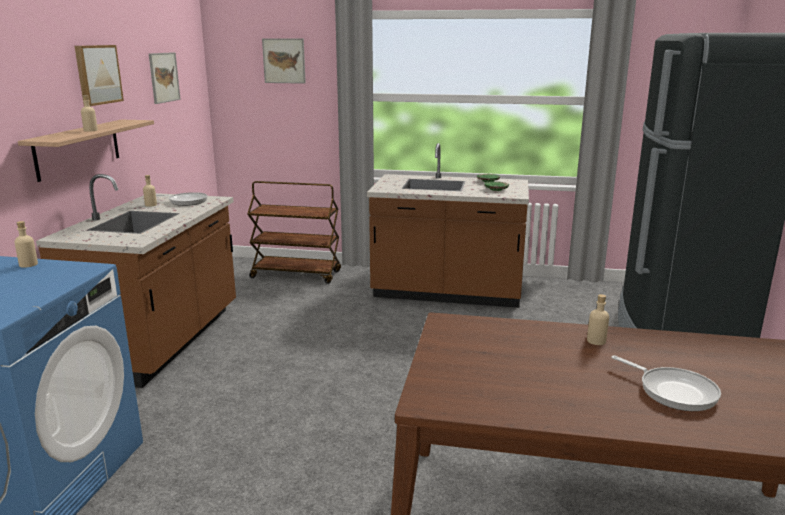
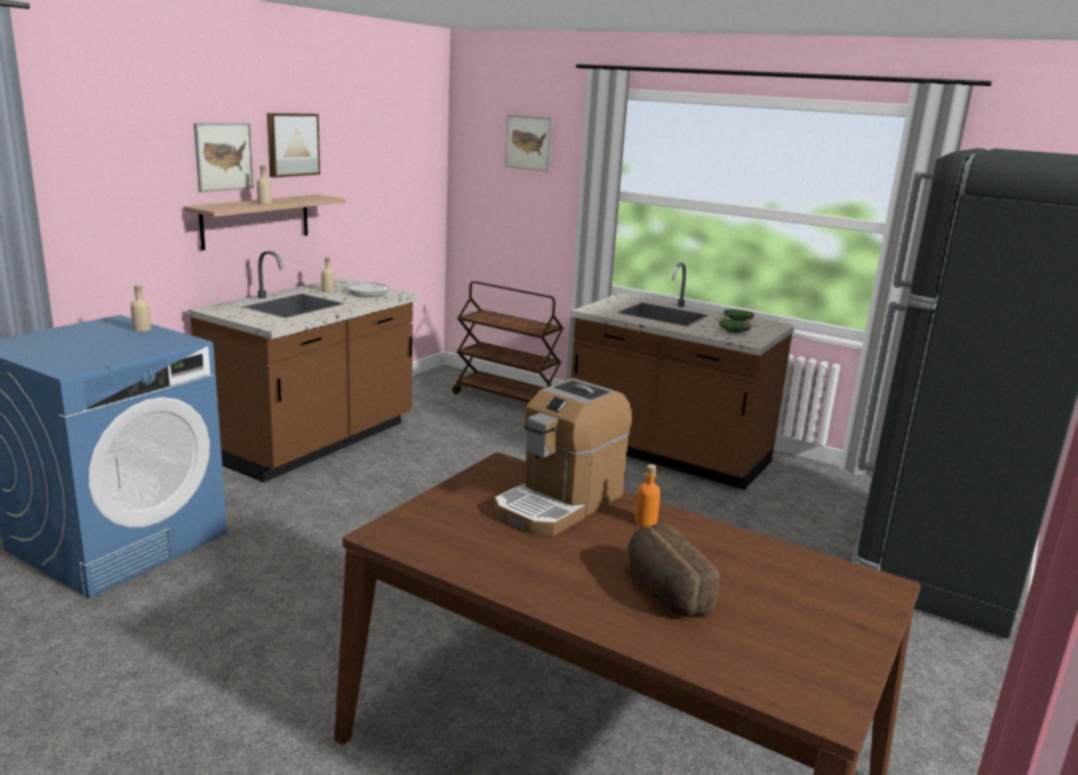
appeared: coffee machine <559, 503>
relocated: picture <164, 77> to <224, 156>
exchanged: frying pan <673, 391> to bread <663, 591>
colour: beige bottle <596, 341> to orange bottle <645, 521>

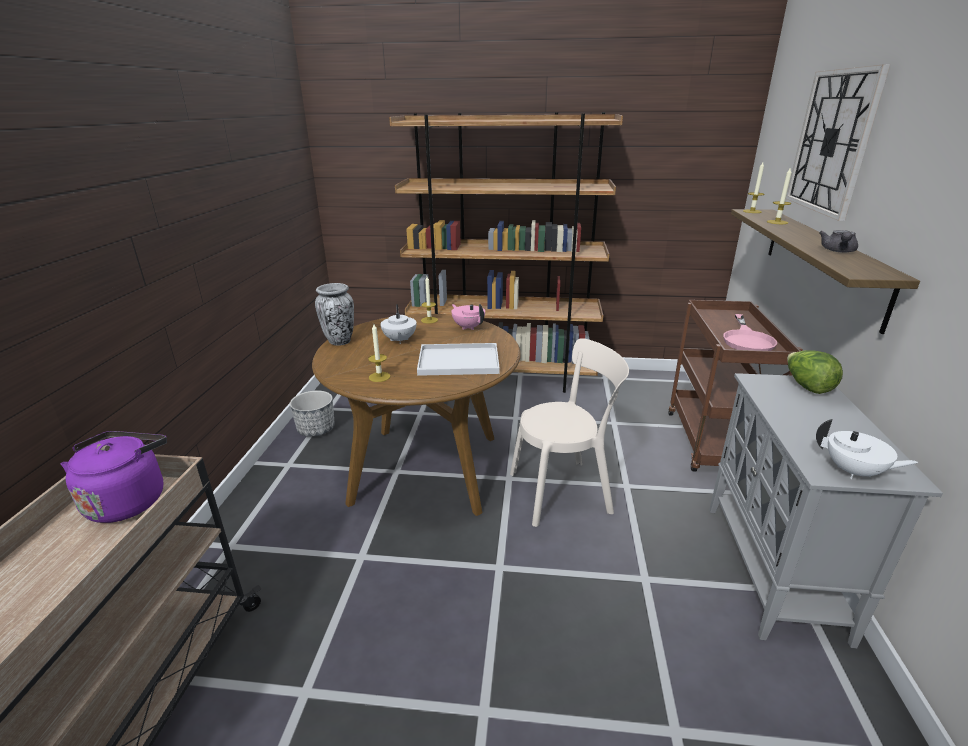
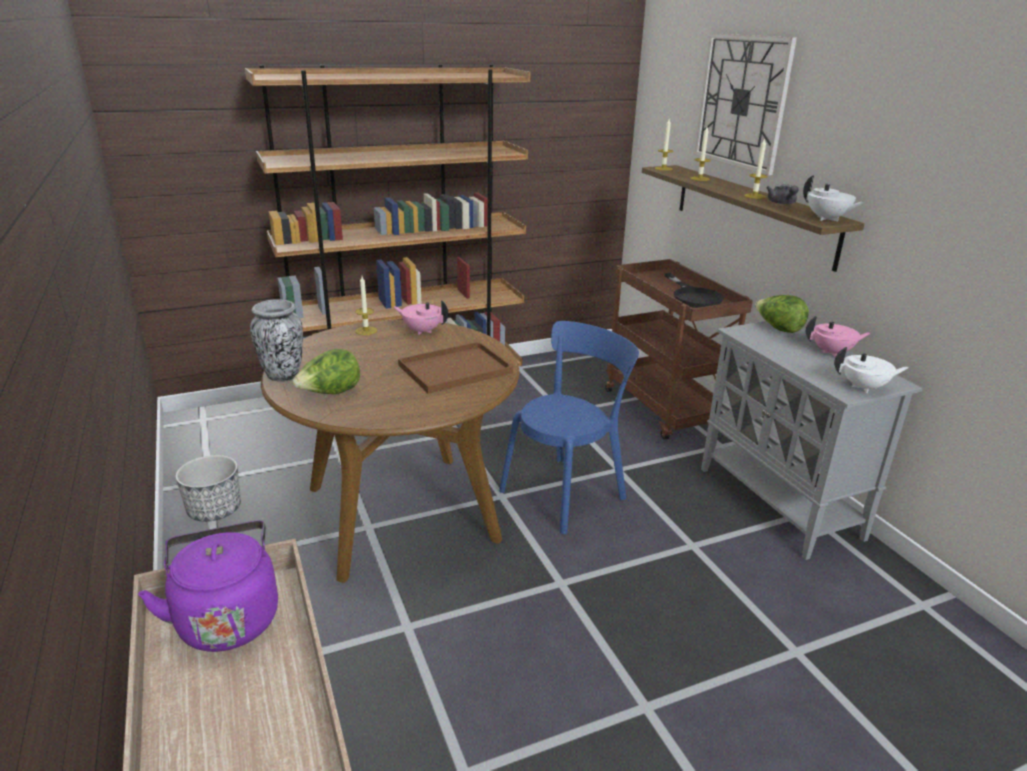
appeared: lettuce <330, 393>; pink teapot <832, 353>
relocated: candle <379, 377> to <754, 196>; white teapot <399, 340> to <827, 219>
colour: white tray <460, 360> to brown tray <456, 368>; beige chair <564, 491> to blue chair <566, 492>; pink frying pan <747, 339> to black frying pan <693, 297>

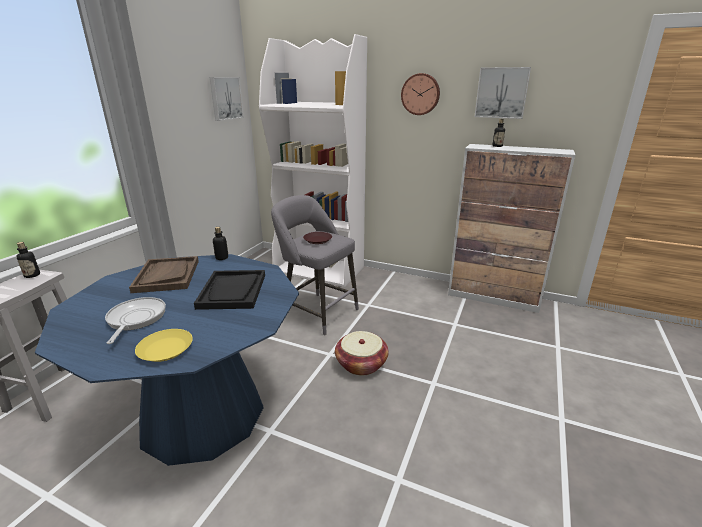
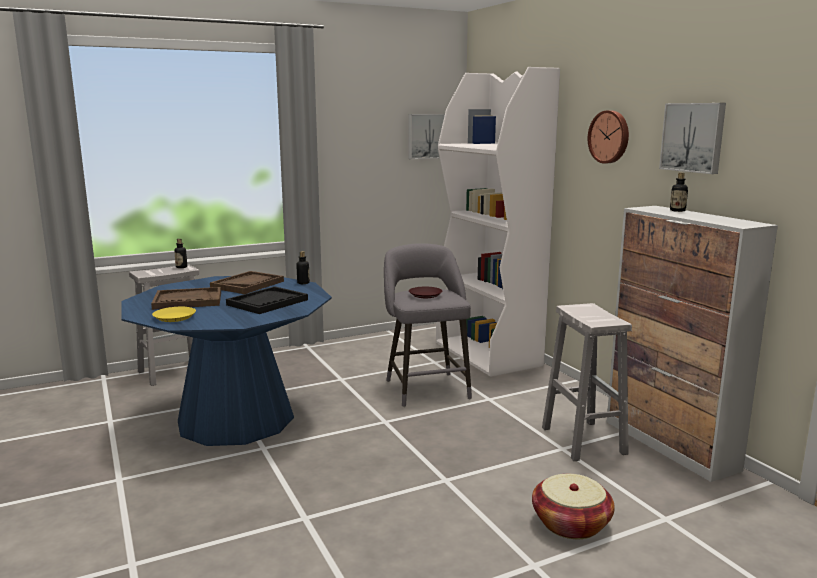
appeared: white stool <582, 440>
relocated: basket <361, 364> to <570, 524>
exchanged: frying pan <135, 319> to brown tray <187, 300>

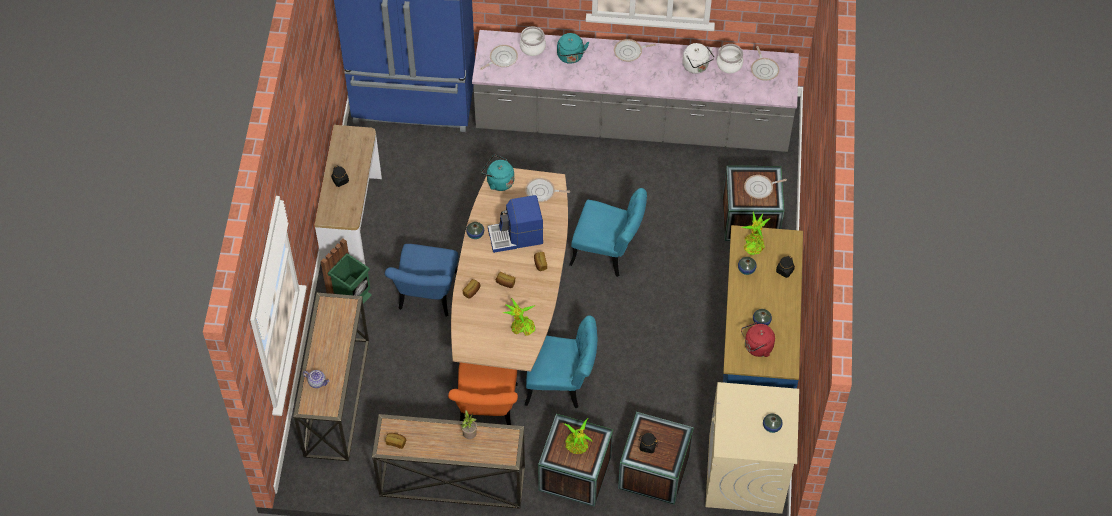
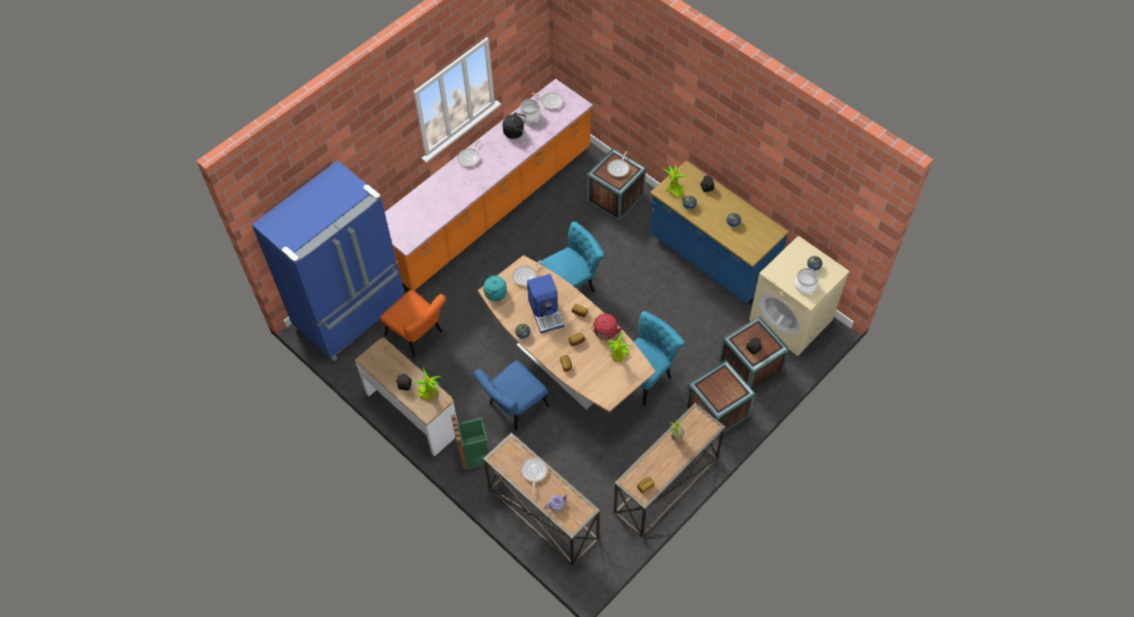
missing: turquoise kettle <571, 57>
relocated: orange chair <487, 413> to <418, 336>; potted plant <577, 446> to <429, 392>; frying pan <502, 58> to <534, 472>; red kettle <756, 347> to <605, 333>; cooking pot <533, 47> to <805, 285>
colour: grey counter <632, 124> to orange counter <490, 209>; white kettle <696, 66> to black kettle <515, 132>
spun: blue chair <427, 298> = <513, 408> 90 degrees clockwise; coffee machine <516, 236> = <546, 312> 45 degrees counterclockwise

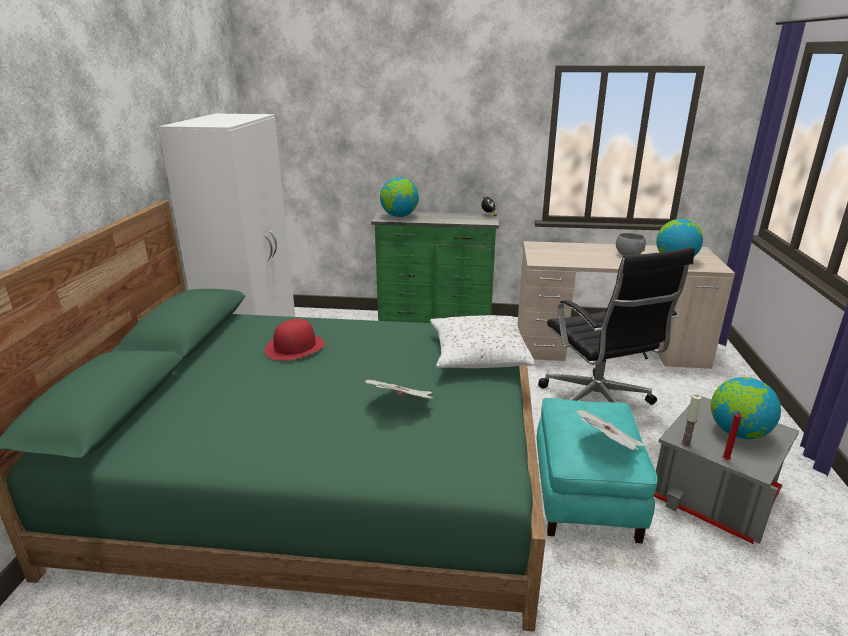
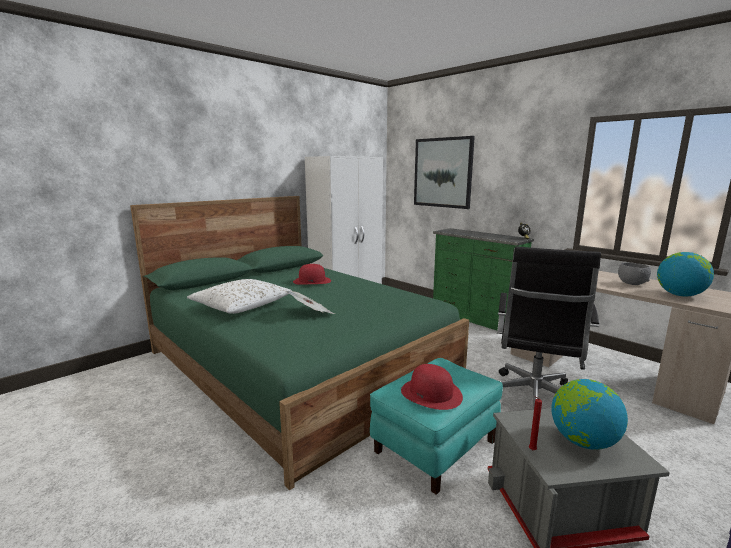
missing: globe <399, 216>; candle <685, 444>
appeared: picture <442, 172>
relocated: white pillow <477, 355> to <241, 306>
exchanged: newspaper <609, 445> to red hat <431, 393>

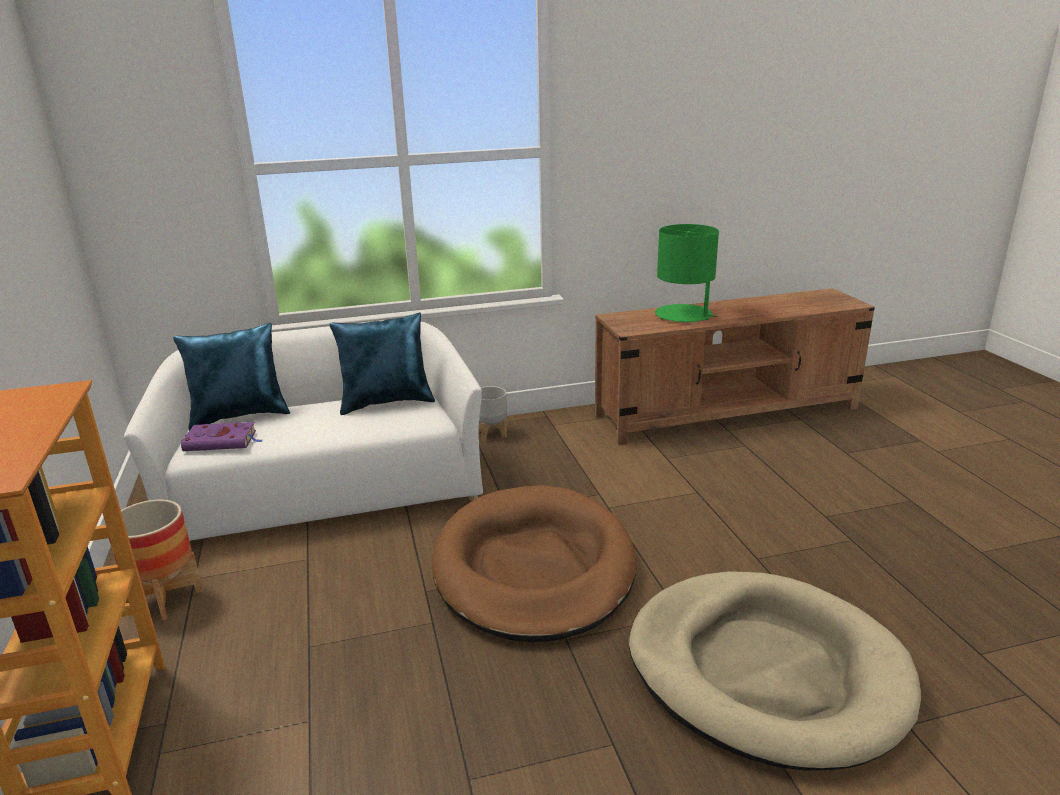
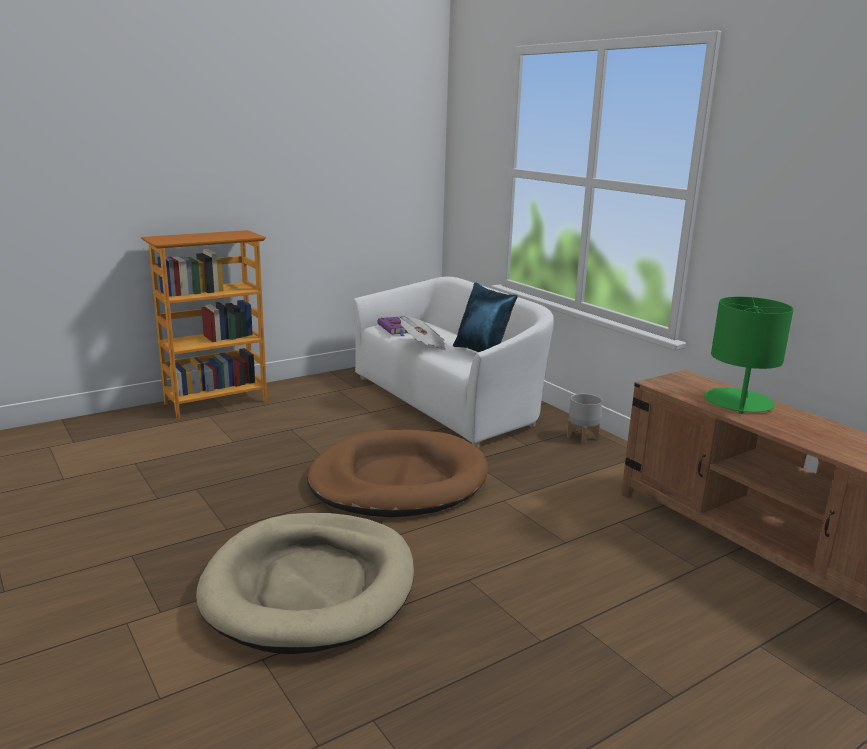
missing: planter <166, 599>; blue pillow <240, 416>
appeared: newspaper <423, 345>

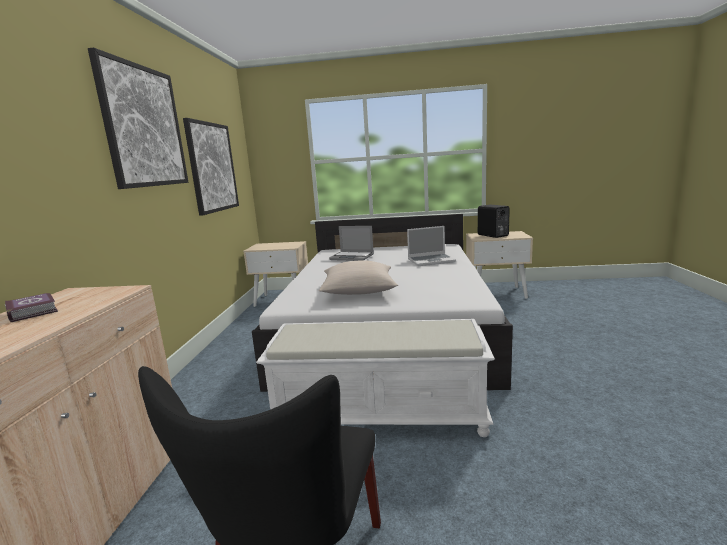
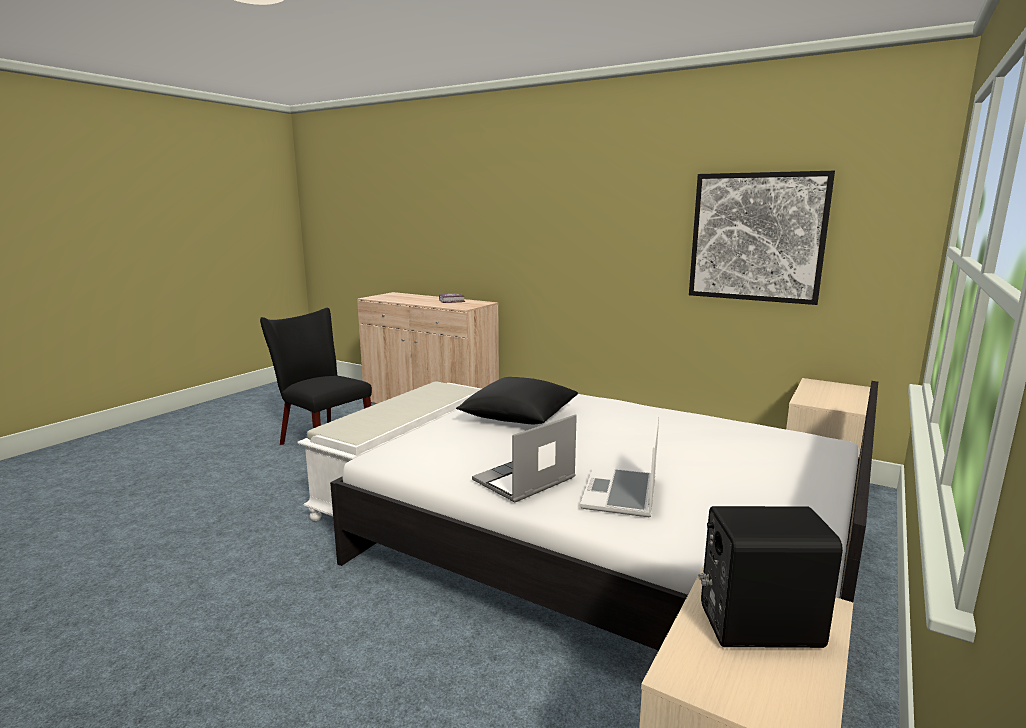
missing: picture <144, 127>
relocated: laptop <352, 257> to <524, 481>
colour: beige pillow <358, 290> to black pillow <519, 417>

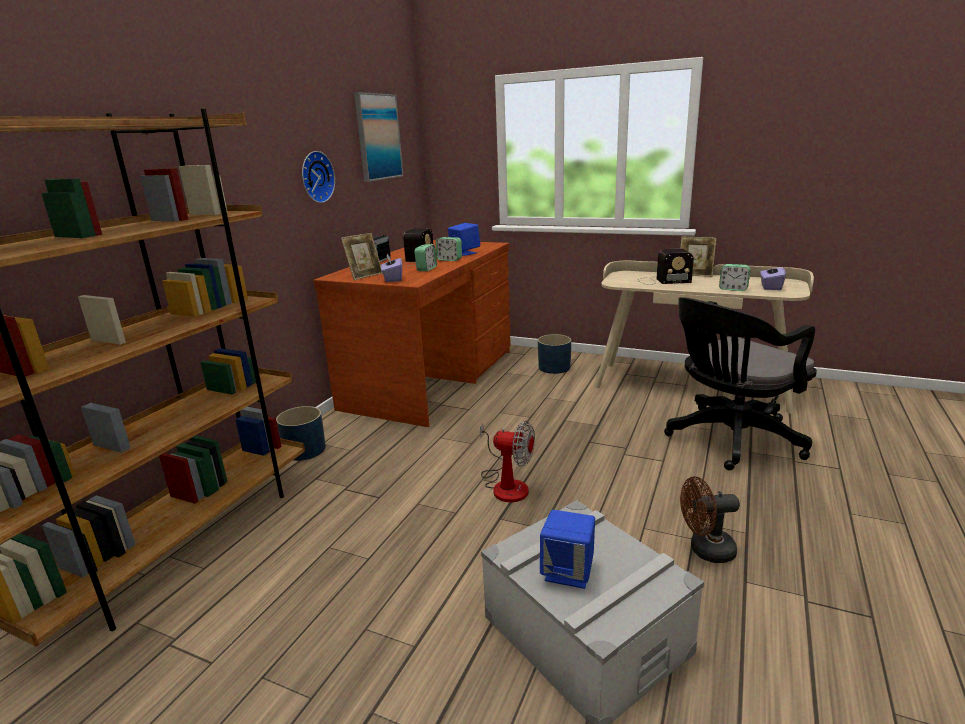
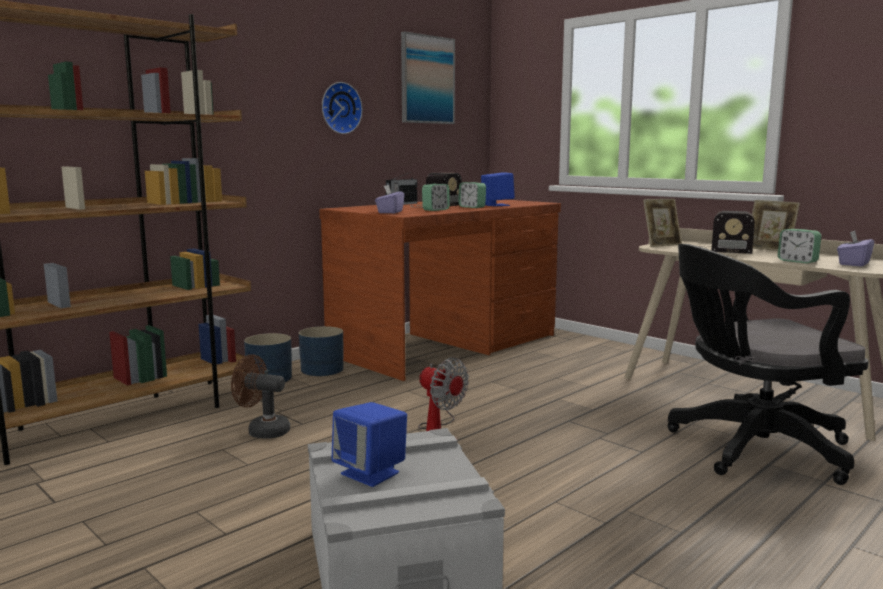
relocated: brown fan <705, 550> to <262, 431>; blue planter <554, 367> to <322, 370>; picture frame <365, 276> to <661, 245>

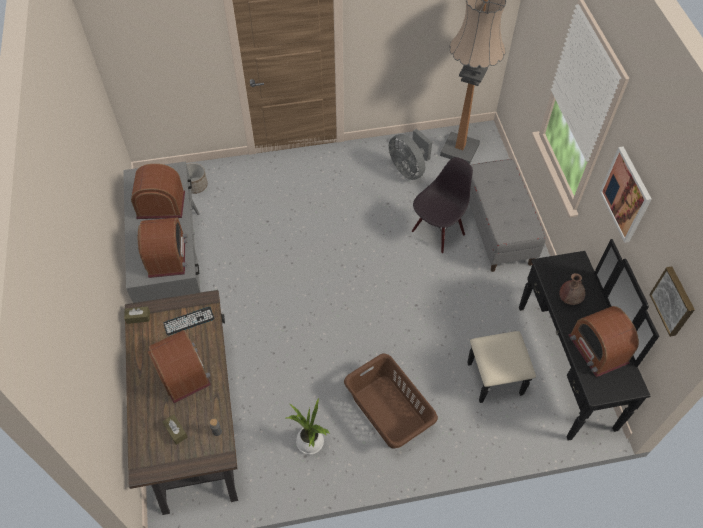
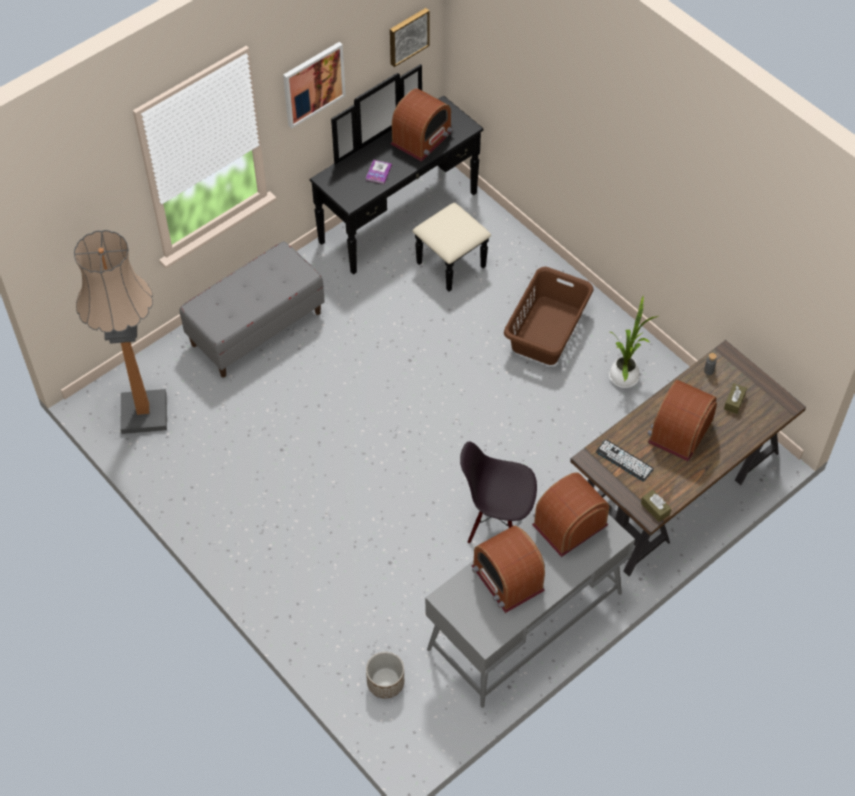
missing: grey fan <408, 169>
relocated: black chair <437, 232> to <497, 521>
exchanged: brown vase <569, 299> to book <378, 172>

